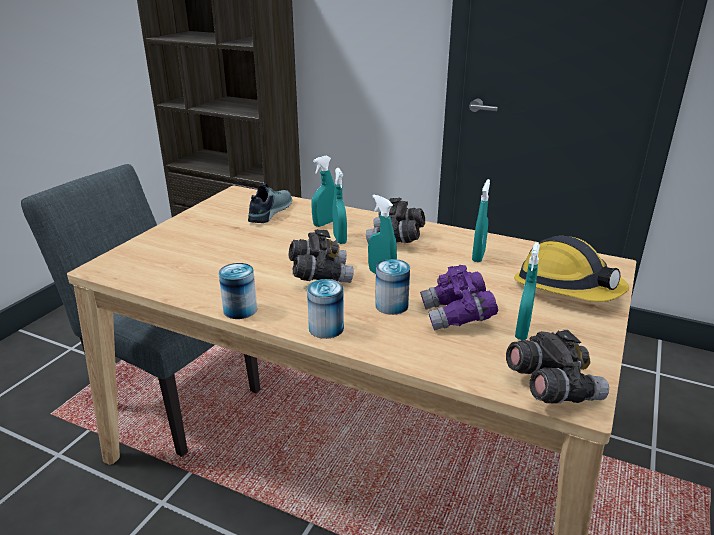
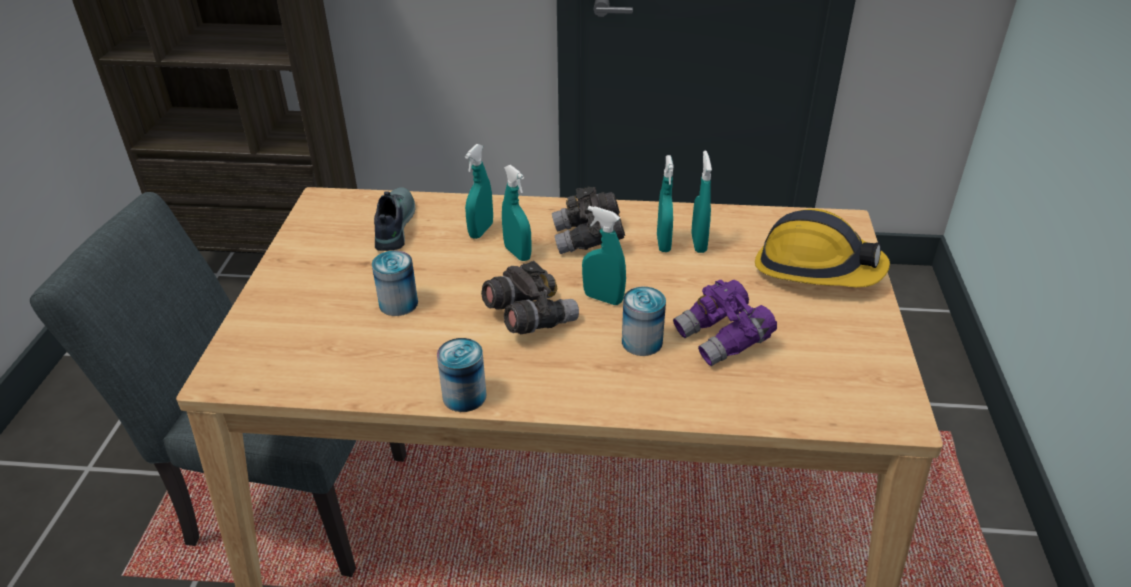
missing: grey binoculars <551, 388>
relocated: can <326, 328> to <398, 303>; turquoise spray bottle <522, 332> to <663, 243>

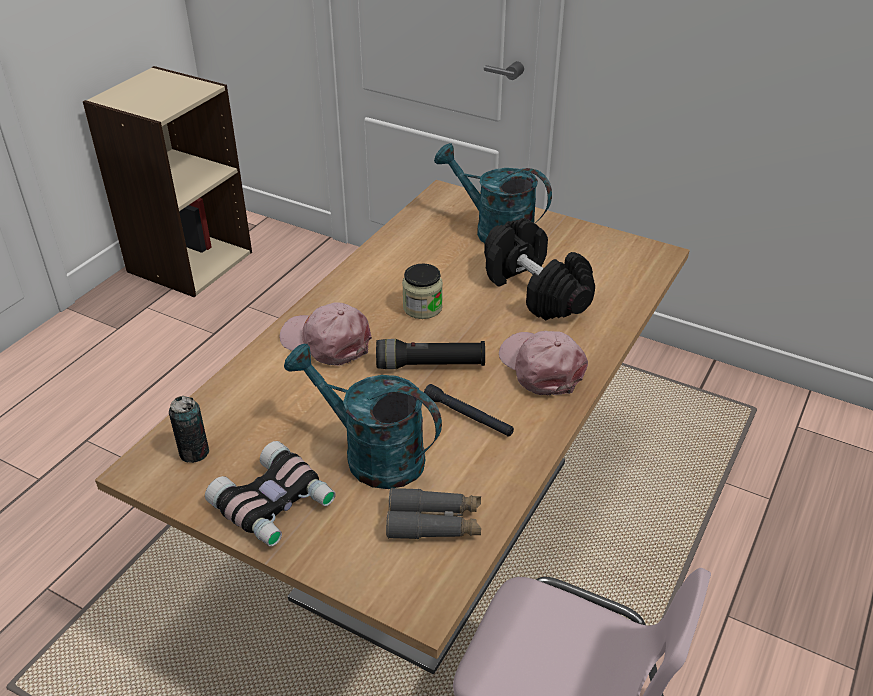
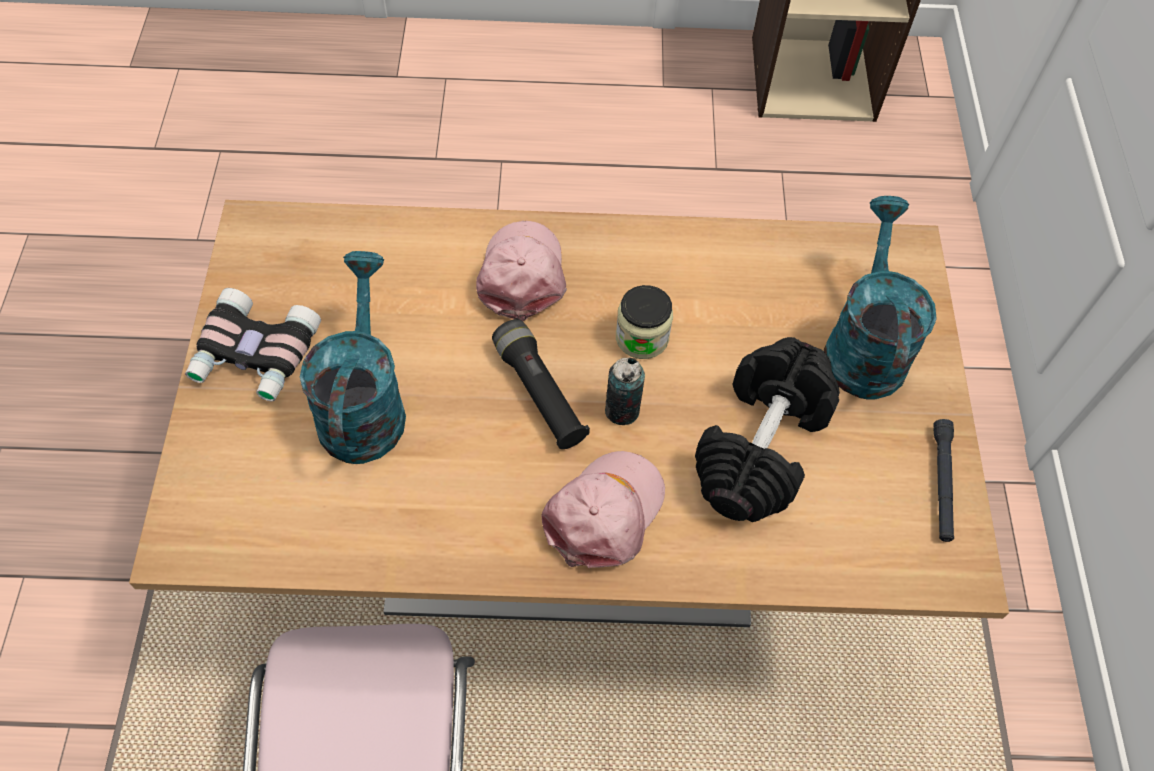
missing: grey binoculars <434, 523>
relocated: can <194, 452> to <622, 410>; black flashlight <468, 416> to <941, 484>

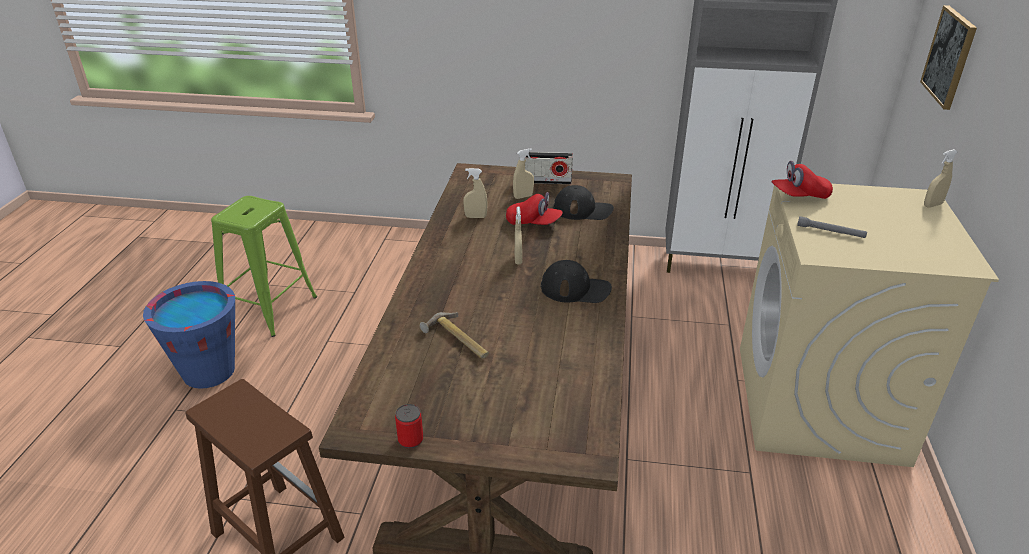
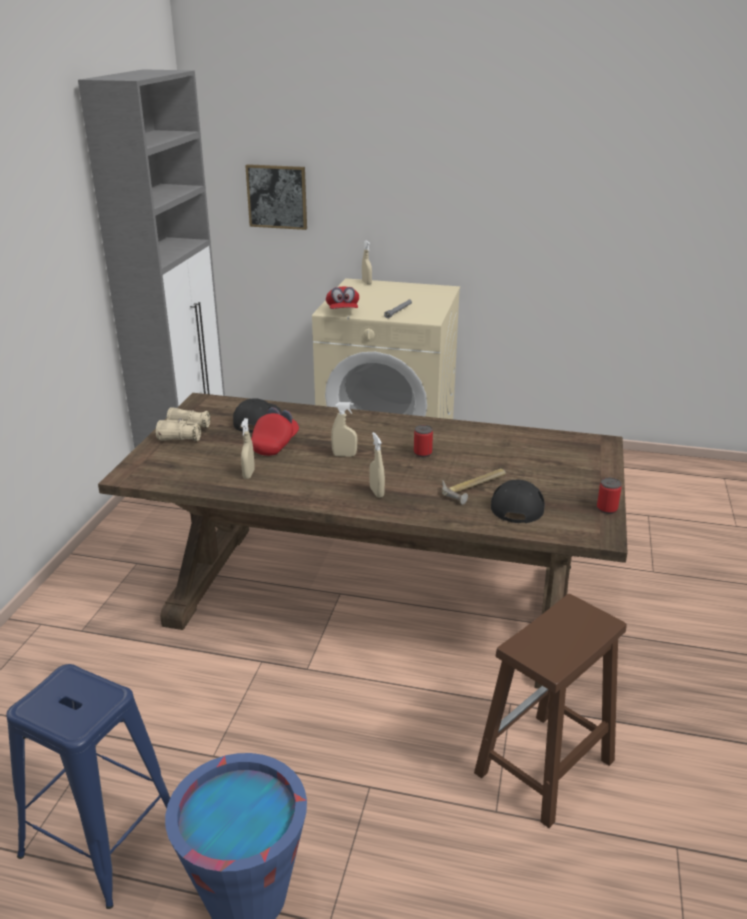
appeared: can <422, 453>
relocated: beige spray bottle <523, 196> to <376, 492>; black cap <575, 289> to <518, 504>
exchanged: radio <545, 181> to beige binoculars <184, 433>
colour: green stool <270, 308> to blue stool <101, 838>

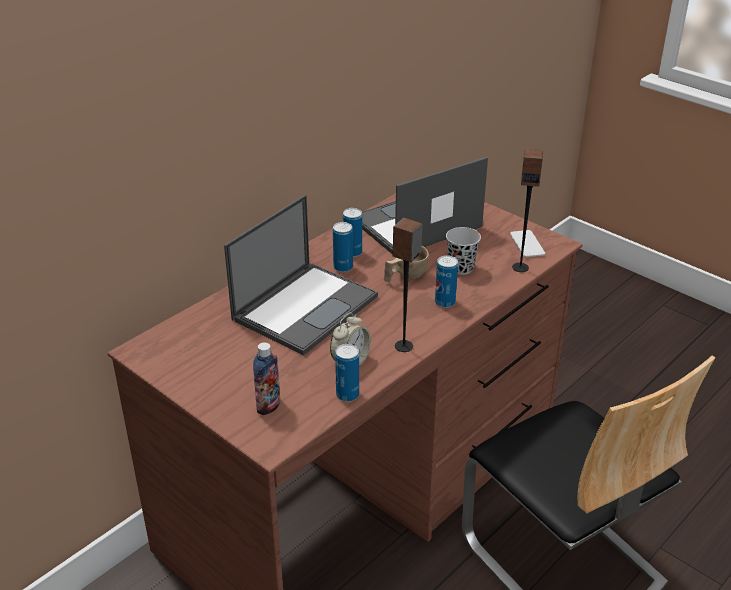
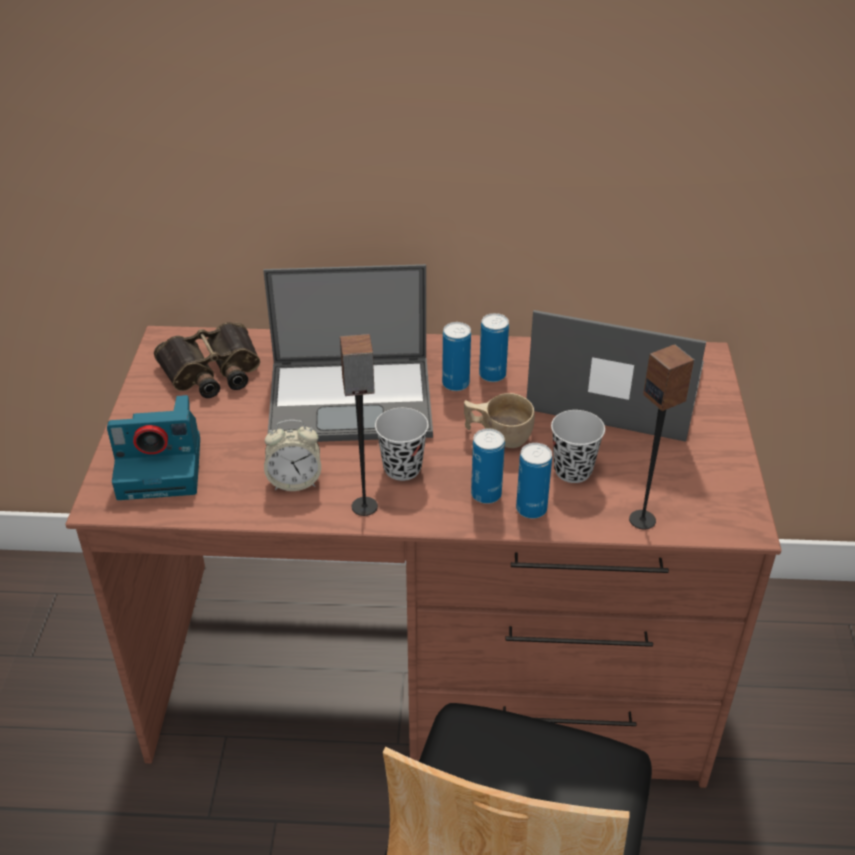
missing: phone <527, 244>
appeared: binoculars <212, 371>; black cup <402, 468>
relocated: can <347, 395> to <531, 509>
exchanged: bottle <268, 406> to photo camera <162, 467>

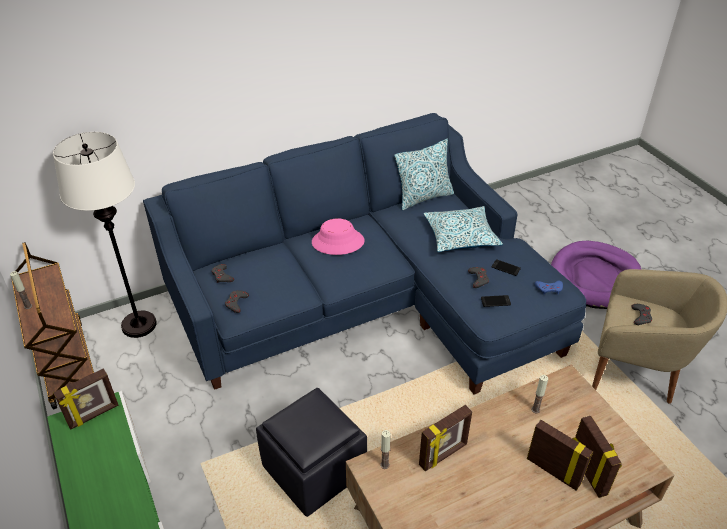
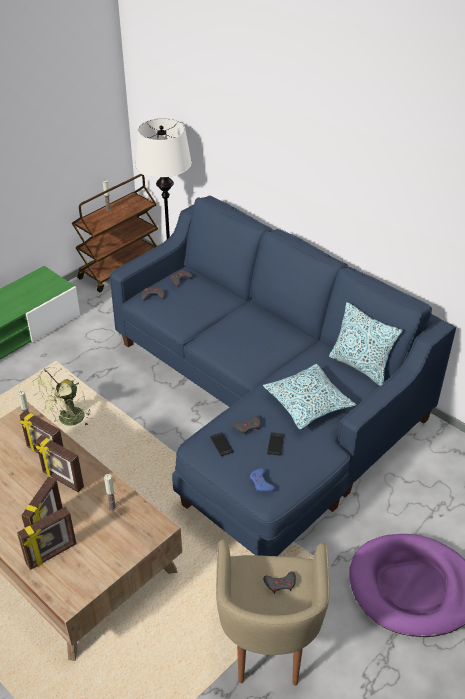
missing: pink hat <338, 242>
relocated: picture frame <93, 415> to <62, 480>
exchanged: black ottoman <314, 469> to green fan <68, 421>

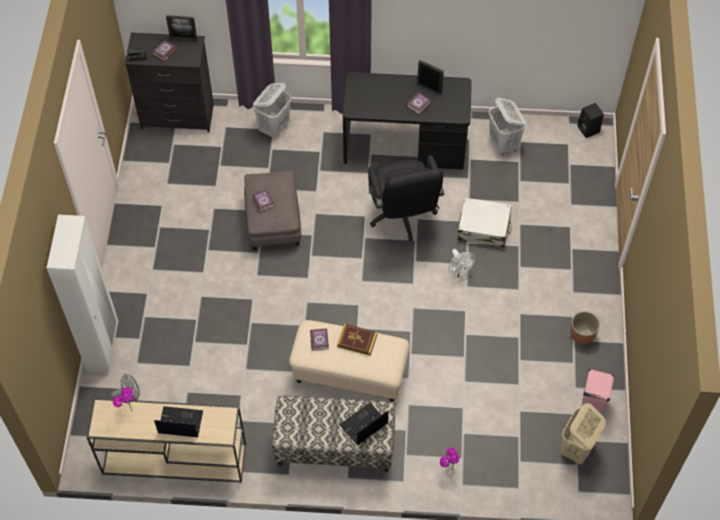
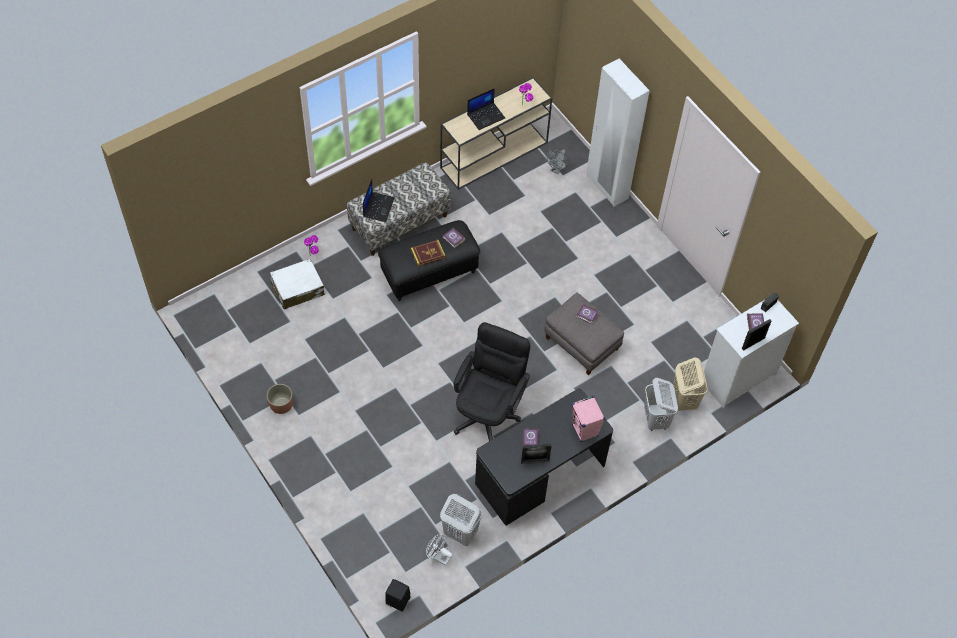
relocated: white suitcase <484, 228> to <297, 289>; white fan <459, 272> to <438, 556>; pink speaker <591, 403> to <585, 430>; beige laundry basket <576, 449> to <684, 399>
colour: beige ottoman <349, 374> to black ottoman <429, 272>; black dresser <178, 116> to white dresser <737, 378>
spun: black office chair <403, 217> = <489, 411> 75 degrees clockwise

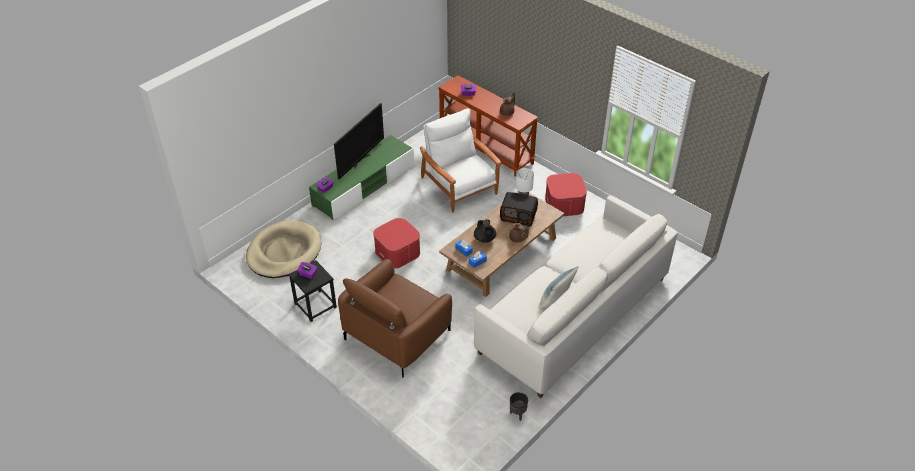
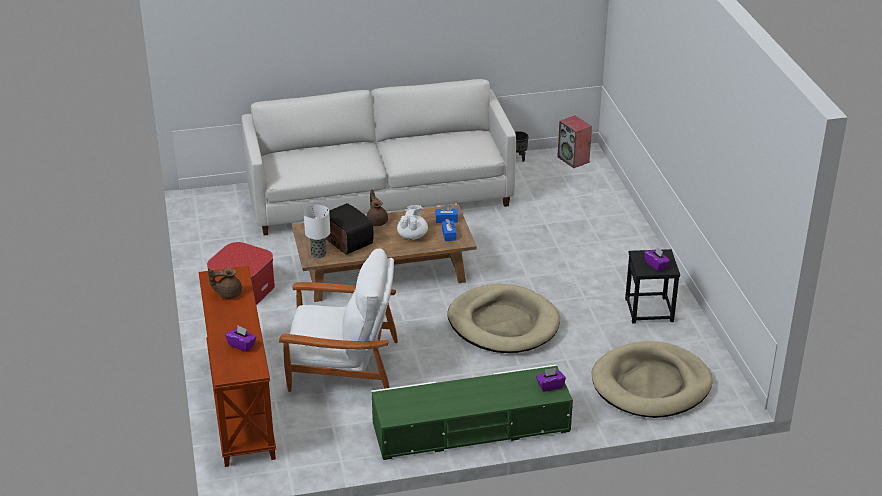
missing: television <360, 160>; brown armchair <397, 334>; pillow <555, 300>
appeared: speaker <574, 160>
exchanged: ottoman <397, 252> to beige dog bed <503, 323>
colour: black teapot <485, 239> to white teapot <412, 235>
spun: white armchair <459, 186> = <342, 366> 90 degrees counterclockwise

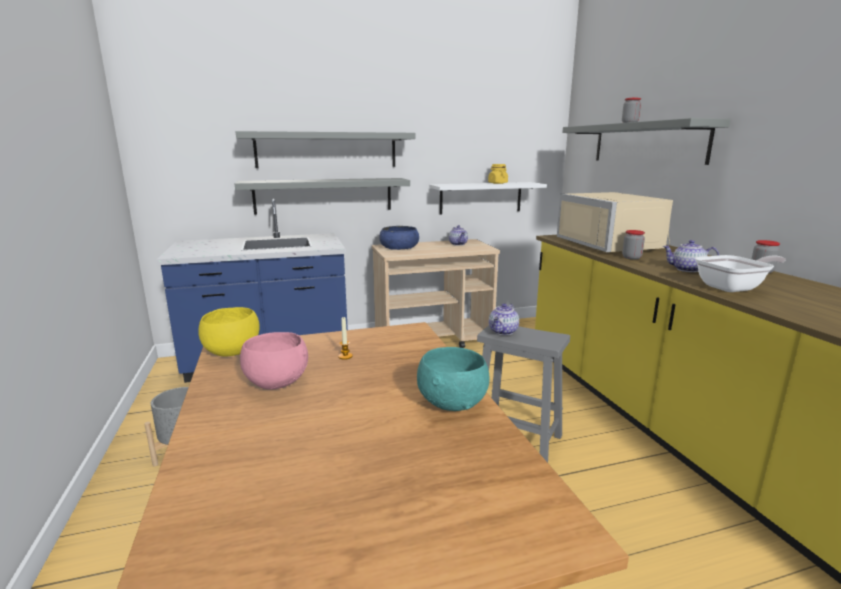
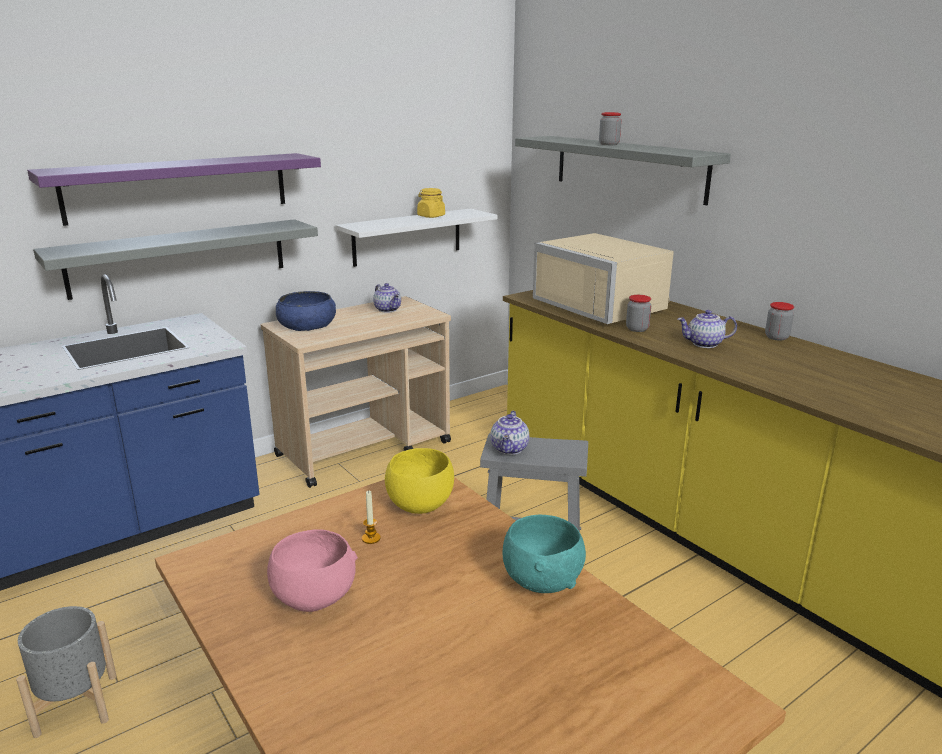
missing: frying pan <734, 288>
relocated: yellow bowl <232, 352> to <420, 505>
colour: grey shelf <327, 150> to purple shelf <178, 187>

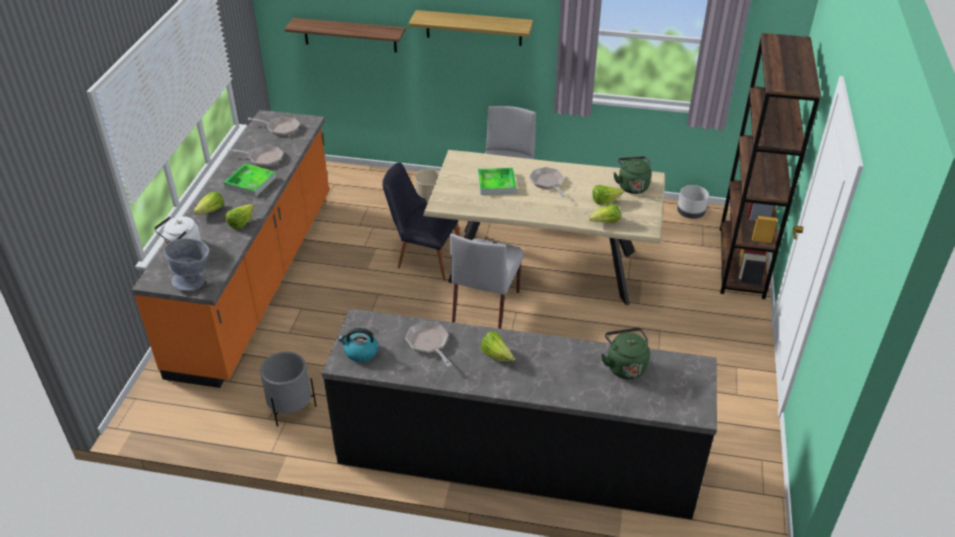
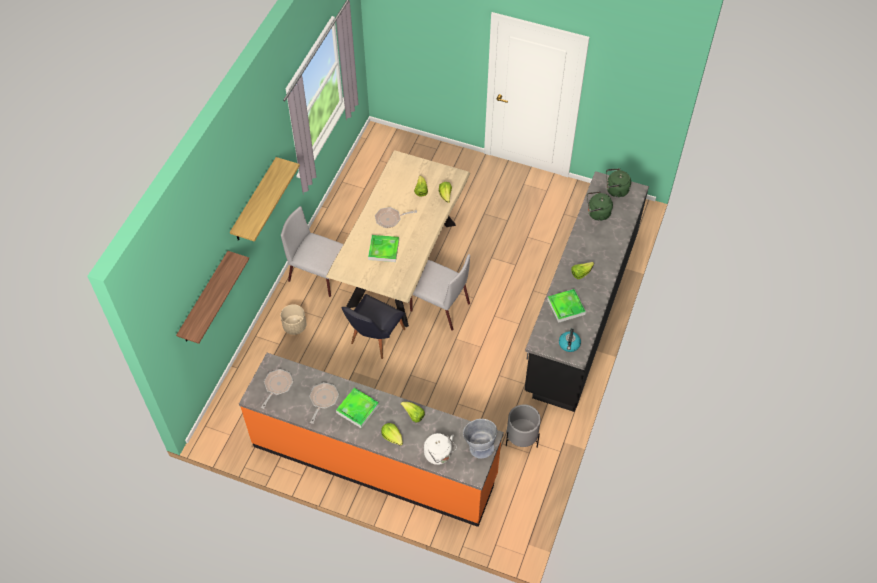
missing: grey planter <690, 213>; brown bookcase <741, 262>
relocated: green kettle <632, 186> to <615, 190>
exchanged: frying pan <429, 343> to tray <566, 307>

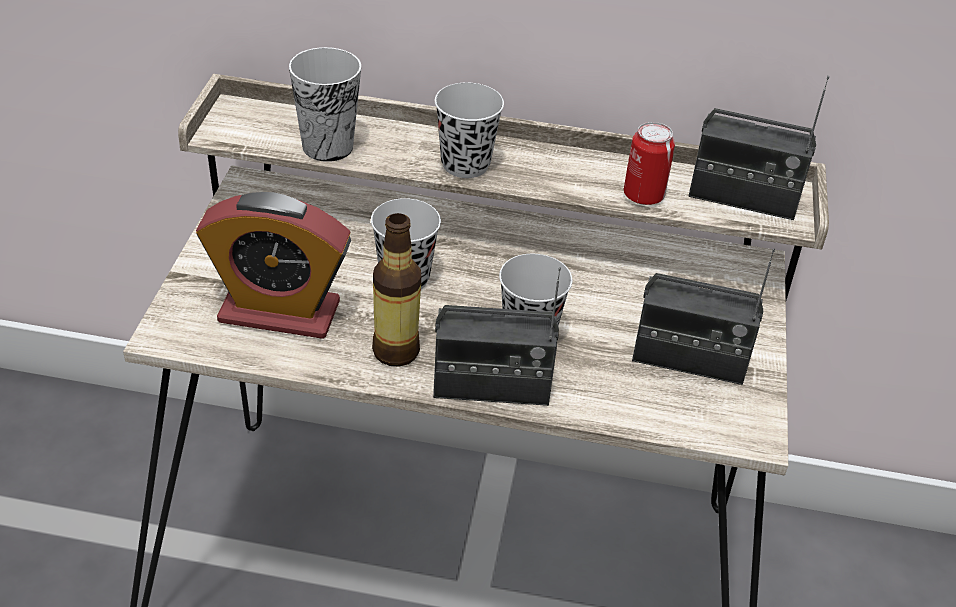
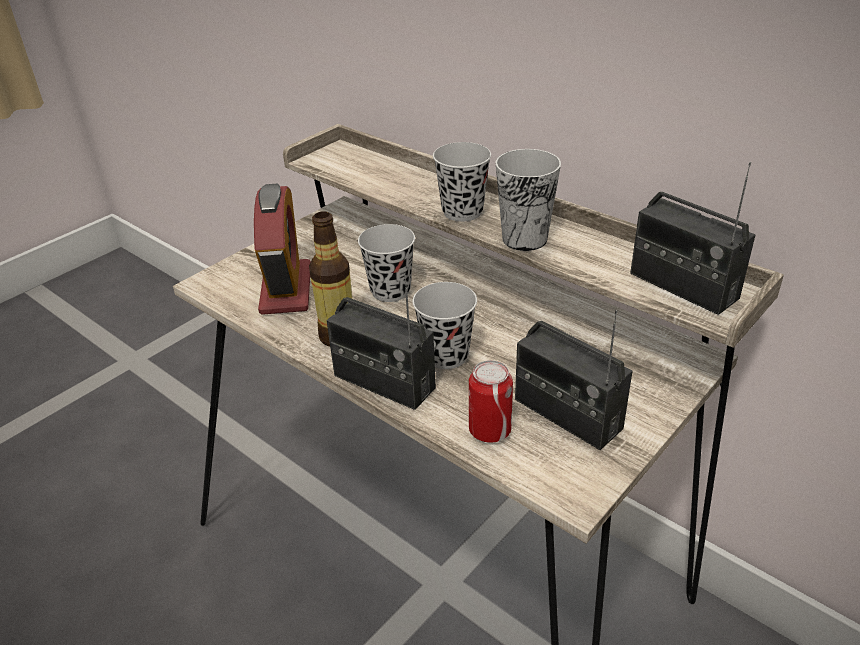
relocated: can <643, 195> to <490, 430>; cup <327, 147> to <524, 239>
spun: alarm clock <279, 312> = <286, 289> 135 degrees counterclockwise

